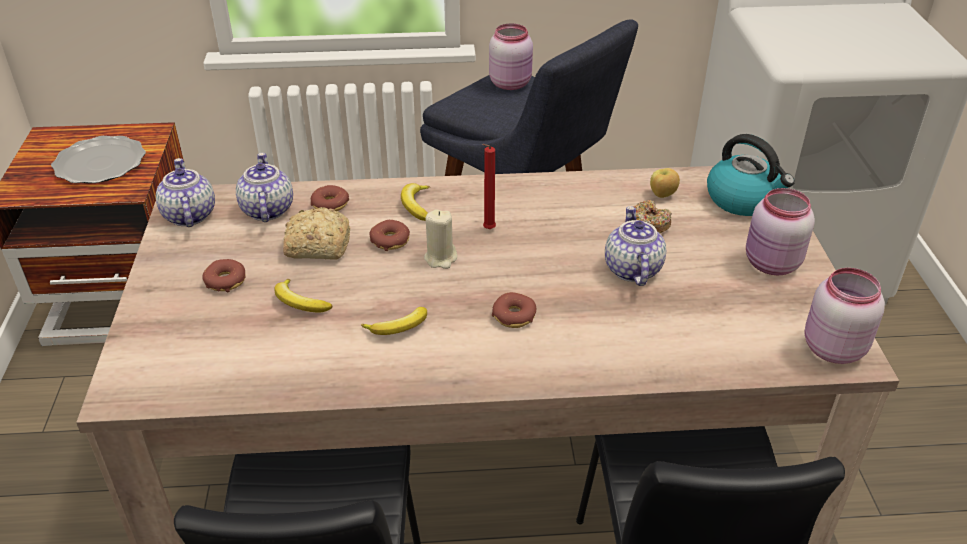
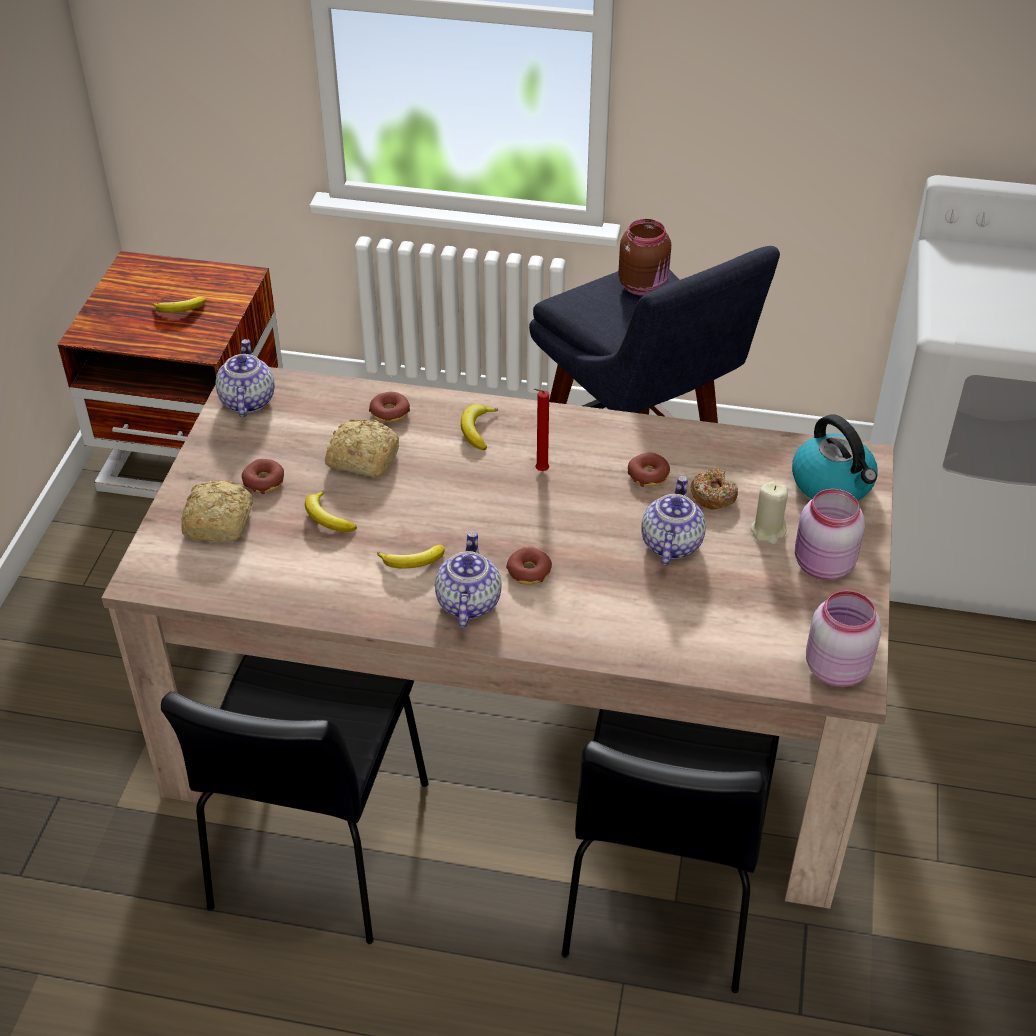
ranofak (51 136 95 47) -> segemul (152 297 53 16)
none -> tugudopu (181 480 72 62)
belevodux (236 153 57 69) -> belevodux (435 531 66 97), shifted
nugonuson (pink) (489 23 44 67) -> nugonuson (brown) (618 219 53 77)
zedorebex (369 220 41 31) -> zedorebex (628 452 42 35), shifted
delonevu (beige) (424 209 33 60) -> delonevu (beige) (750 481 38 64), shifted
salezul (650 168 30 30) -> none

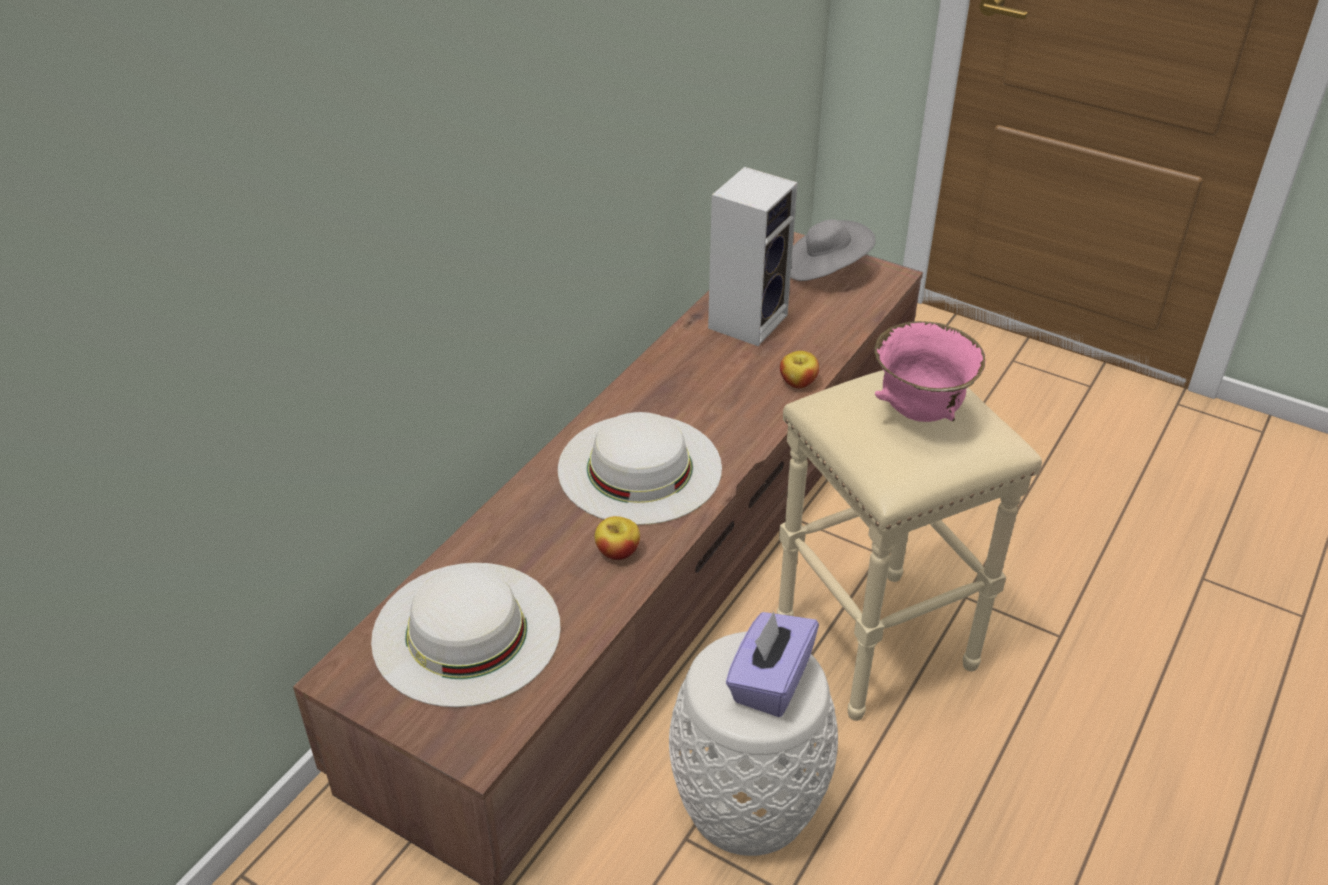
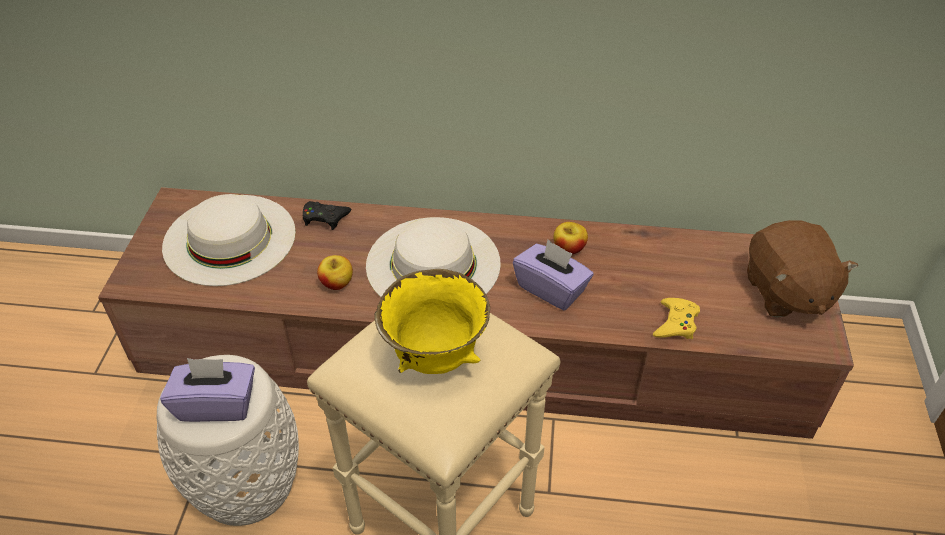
none -> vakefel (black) (303 201 48 29)
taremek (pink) (874 321 111 101) -> taremek (yellow) (374 269 116 105)
none -> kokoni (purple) (513 240 80 70)
salezul (780 351 39 37) -> salezul (553 222 35 32), shifted
none -> vakefel (yellow) (653 298 47 41)
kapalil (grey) (791 219 85 62) -> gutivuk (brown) (747 220 111 98)
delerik (708 167 90 179) -> none

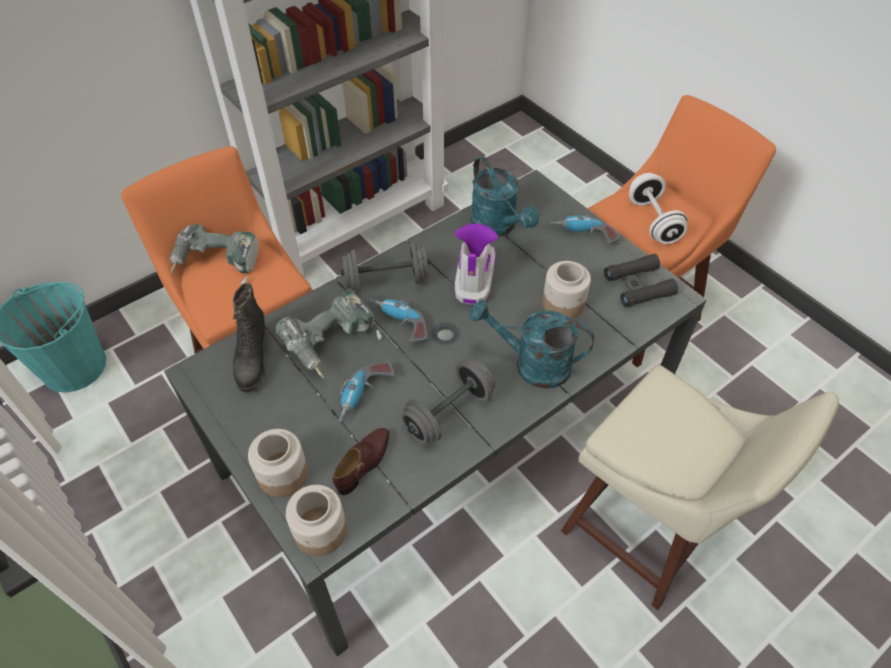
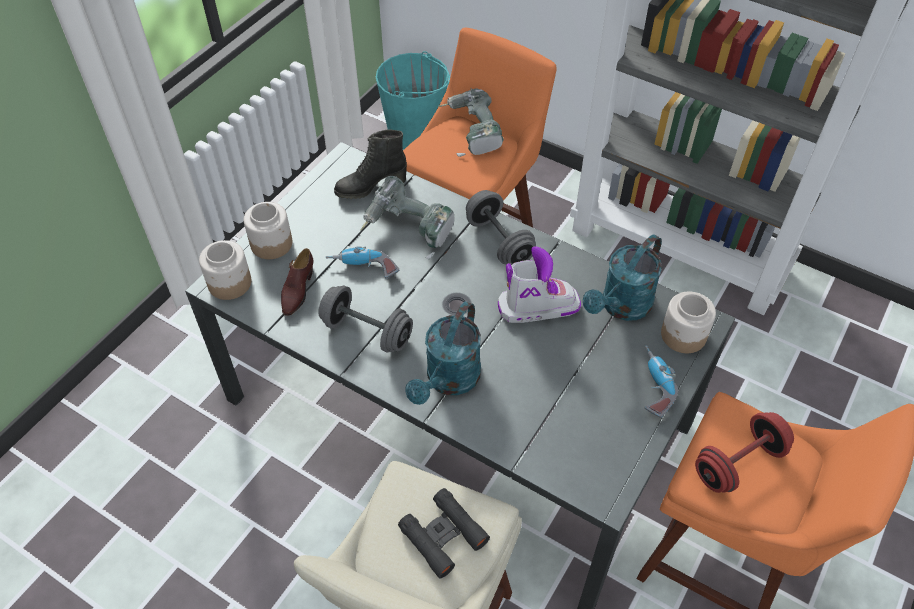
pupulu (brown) (333 428 57 67) -> pupulu (brown) (281 248 32 67), 90 degrees clockwise
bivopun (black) (604 254 74 53) -> bivopun (black) (398 488 92 90), shifted
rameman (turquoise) (470 299 124 90) -> rameman (turquoise) (405 301 76 104), 150 degrees counterclockwise
nugonuson (542 261 49 58) -> nugonuson (661 292 55 61), shifted
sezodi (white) (629 173 59 71) -> sezodi (red) (695 412 99 81)
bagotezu (369 299 58 43) -> none

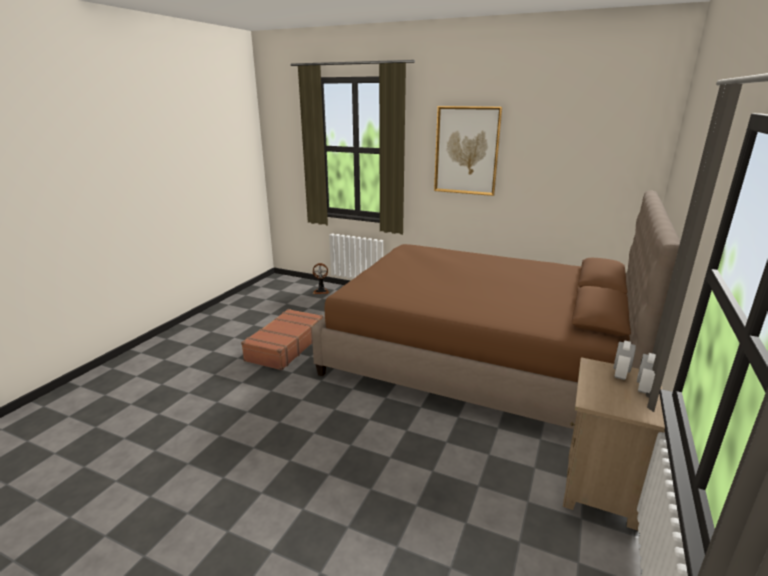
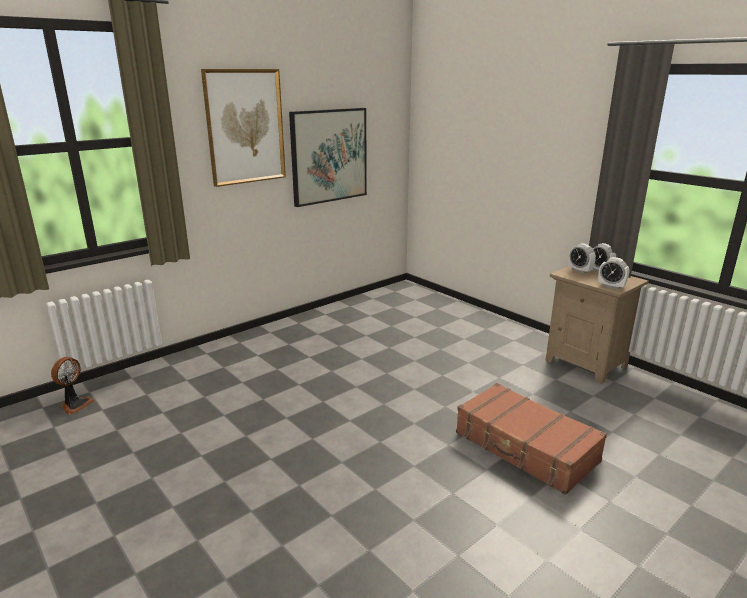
none -> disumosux (289 108 78 99)
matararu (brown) (241 309 82 61) -> matararu (brown) (456 383 151 112), shifted
none -> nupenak (598 257 31 32)
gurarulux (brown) (312 190 368 239) -> none

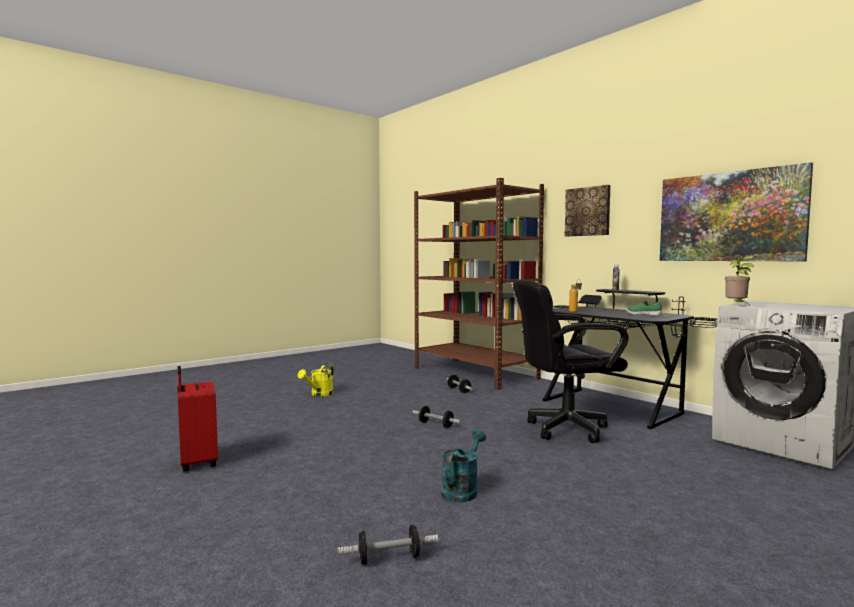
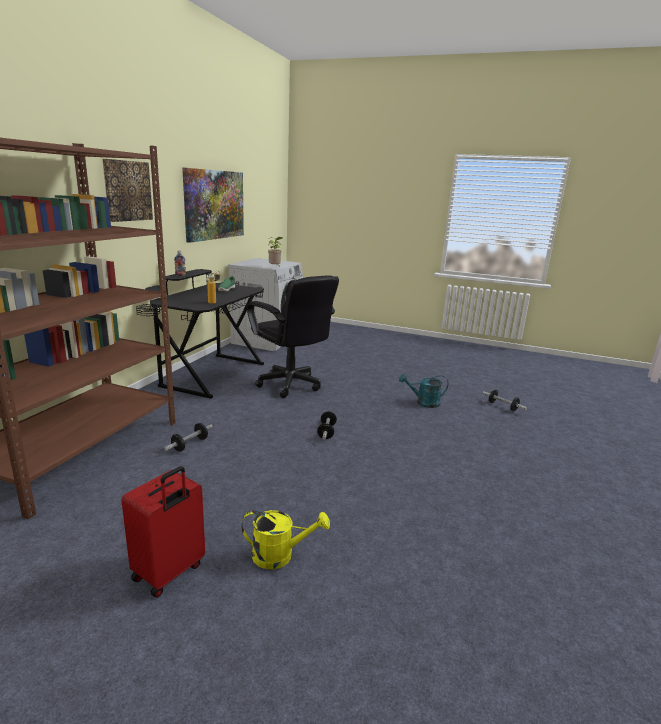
matararu (red) (177 366 41 106) -> matararu (red) (121 466 84 132), shifted

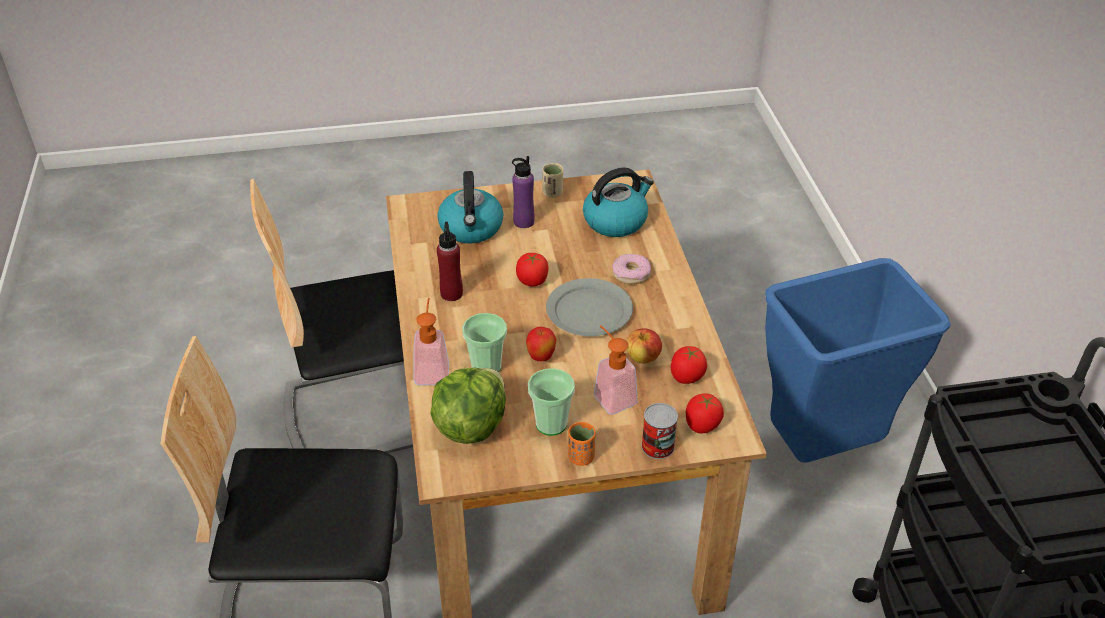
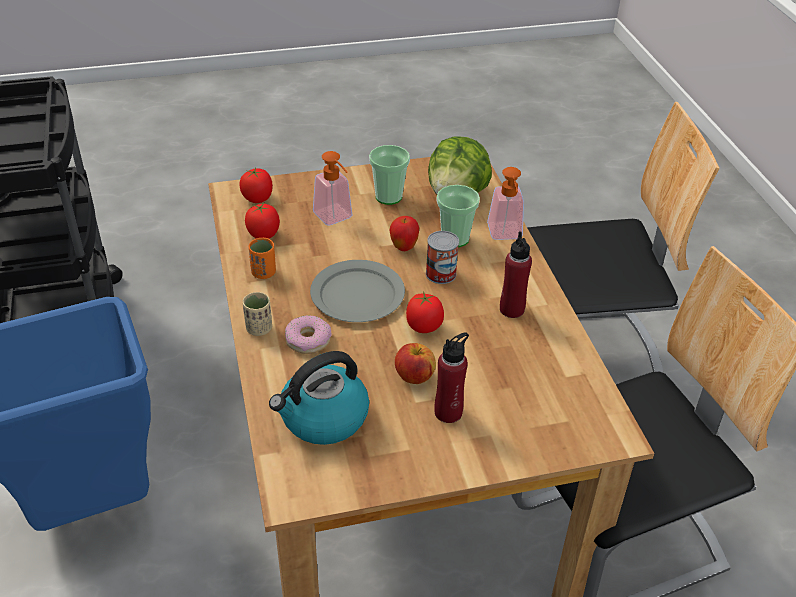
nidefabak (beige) (542 163 21 35) -> nidefabak (beige) (243 292 29 44), shifted
nidefabak (orange) (568 422 28 44) -> nidefabak (orange) (249 238 27 41), shifted
salezul (626 328 36 36) -> salezul (395 343 41 41), shifted
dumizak (641 403 37 56) -> dumizak (426 231 33 53), shifted
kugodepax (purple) (512 156 23 72) -> kugodepax (red) (435 332 34 91)
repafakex (437 171 66 73) -> none

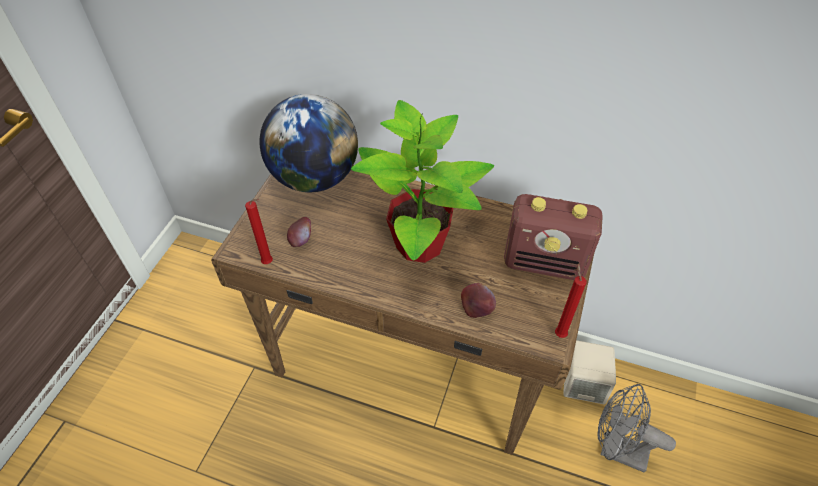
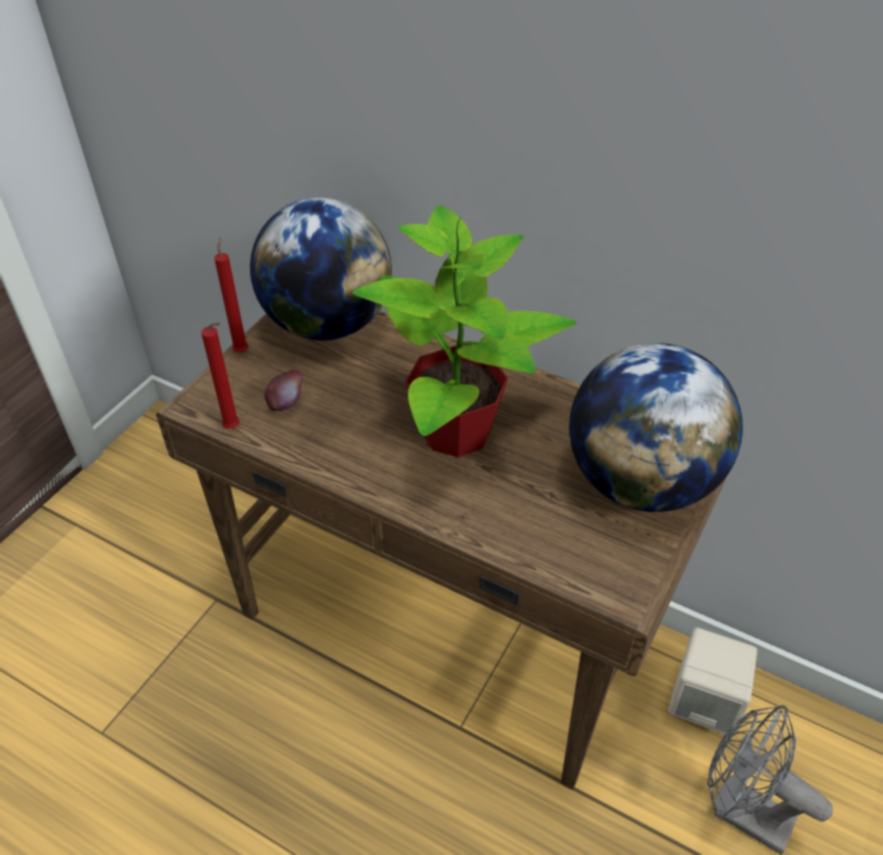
delonevu (red) (555 264 32 74) -> delonevu (red) (214 236 34 116), shifted
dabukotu (504 194 98 86) -> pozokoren (569 343 174 169)
salezul (461 283 35 35) -> none

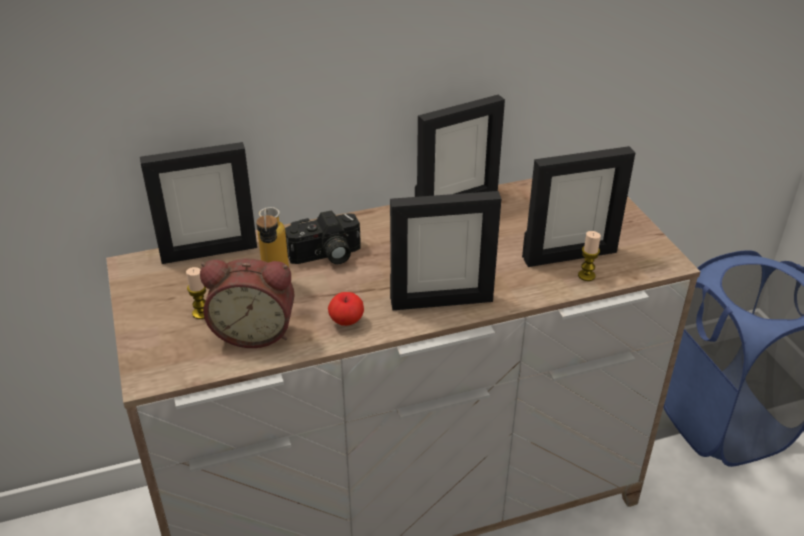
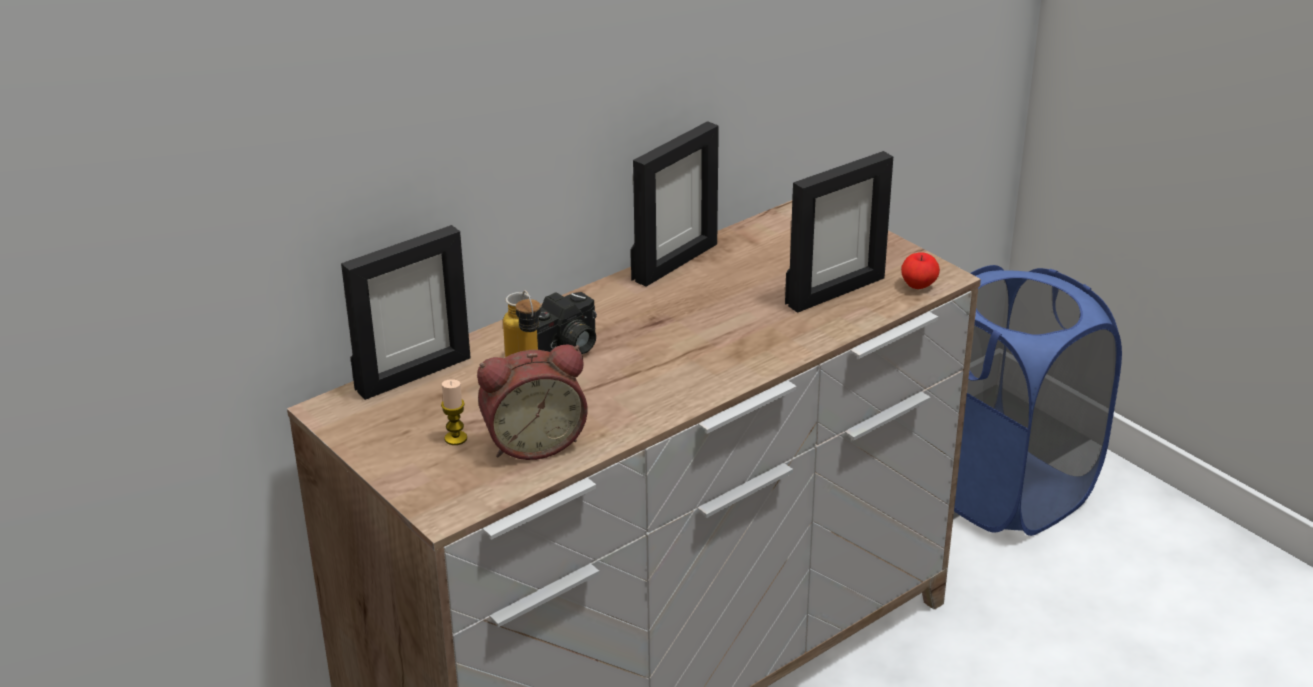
salezul (328 292 36 34) -> salezul (901 252 39 37), shifted
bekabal (390 191 111 119) -> none
delonevu (578 231 23 50) -> none

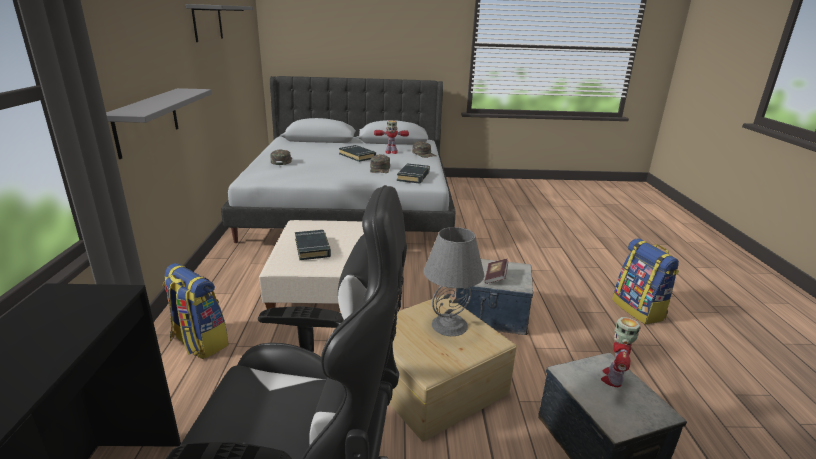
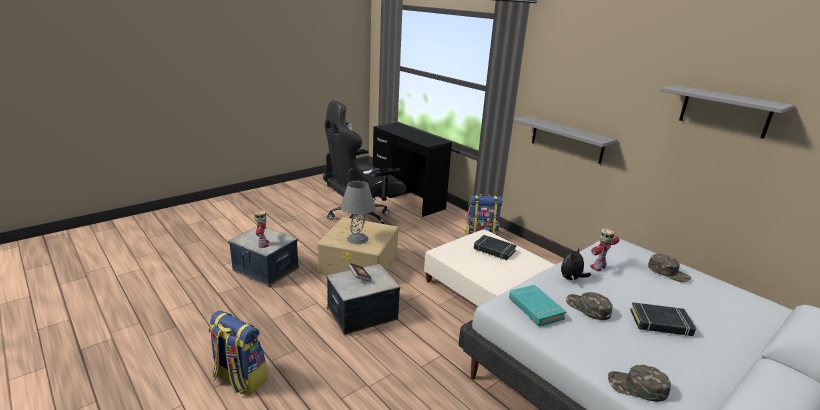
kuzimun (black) (397 163 33 21) -> kuzimun (turquoise) (509 285 57 42)
none -> gutivuk (561 247 30 33)
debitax (374 120 35 34) -> debitax (590 228 30 43), shifted

